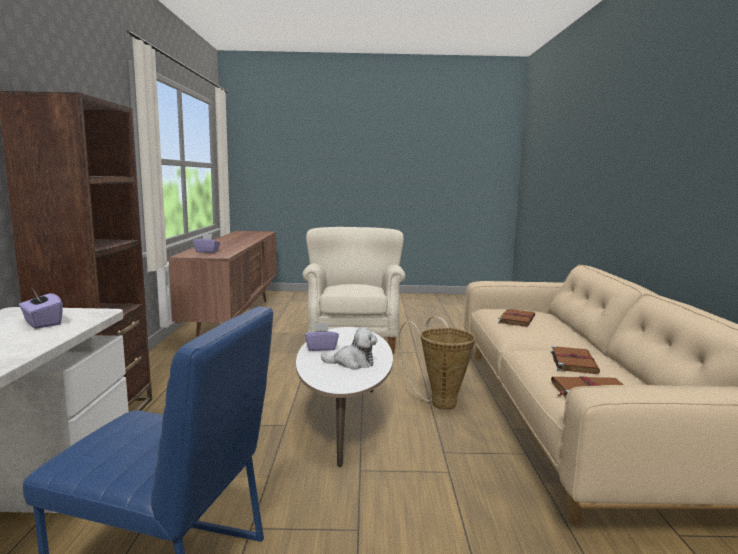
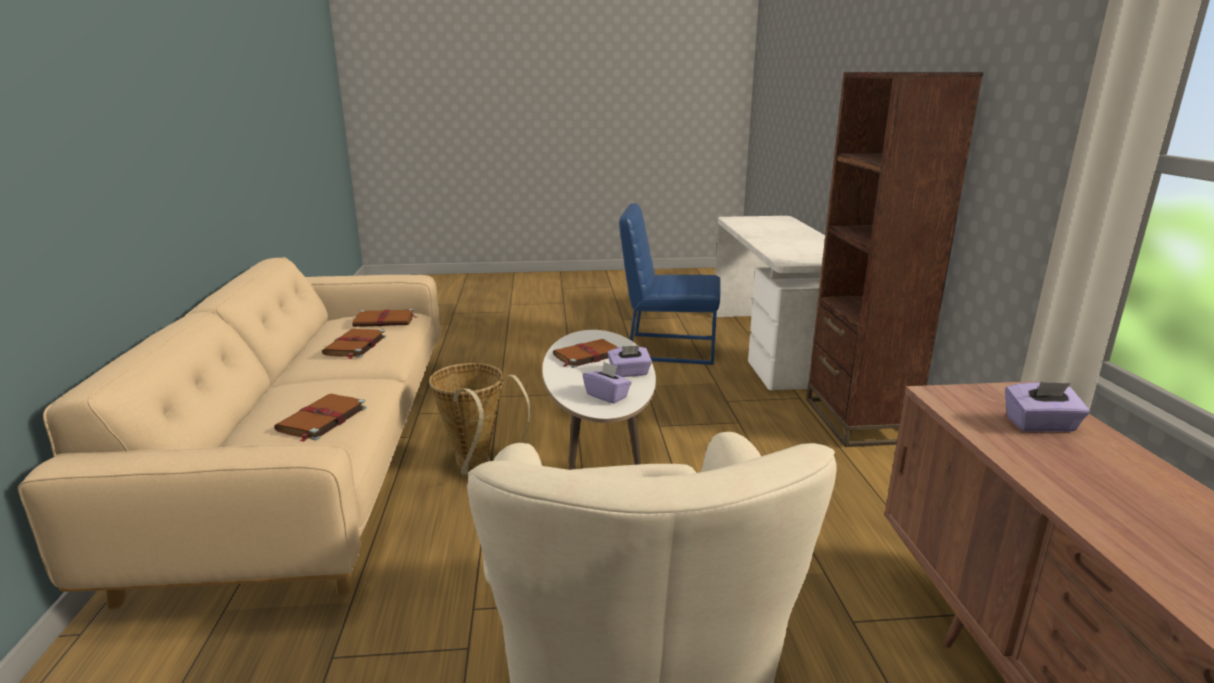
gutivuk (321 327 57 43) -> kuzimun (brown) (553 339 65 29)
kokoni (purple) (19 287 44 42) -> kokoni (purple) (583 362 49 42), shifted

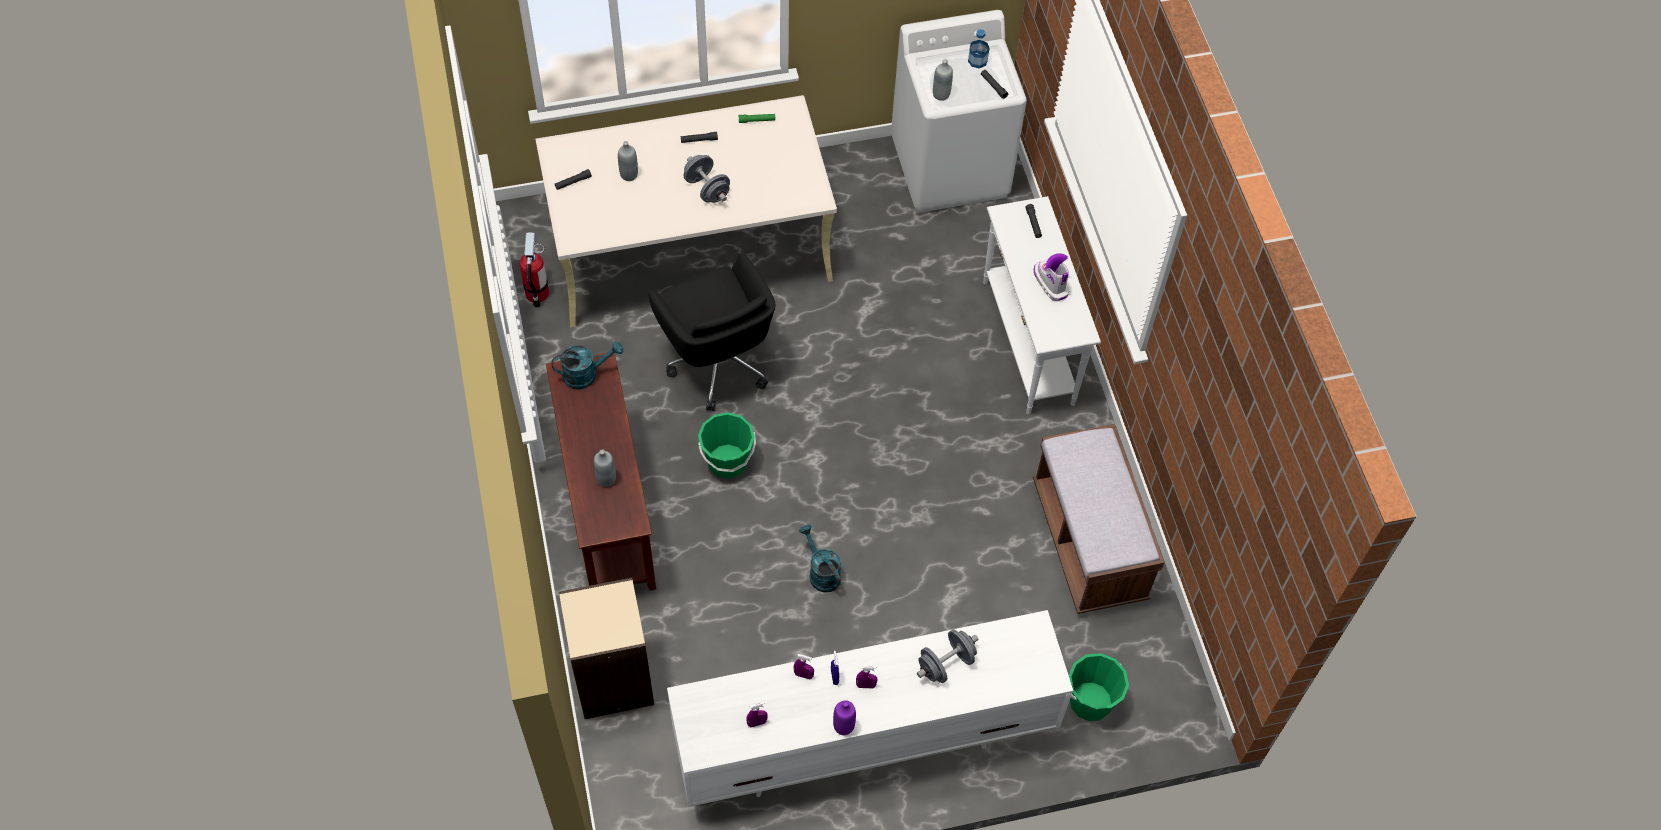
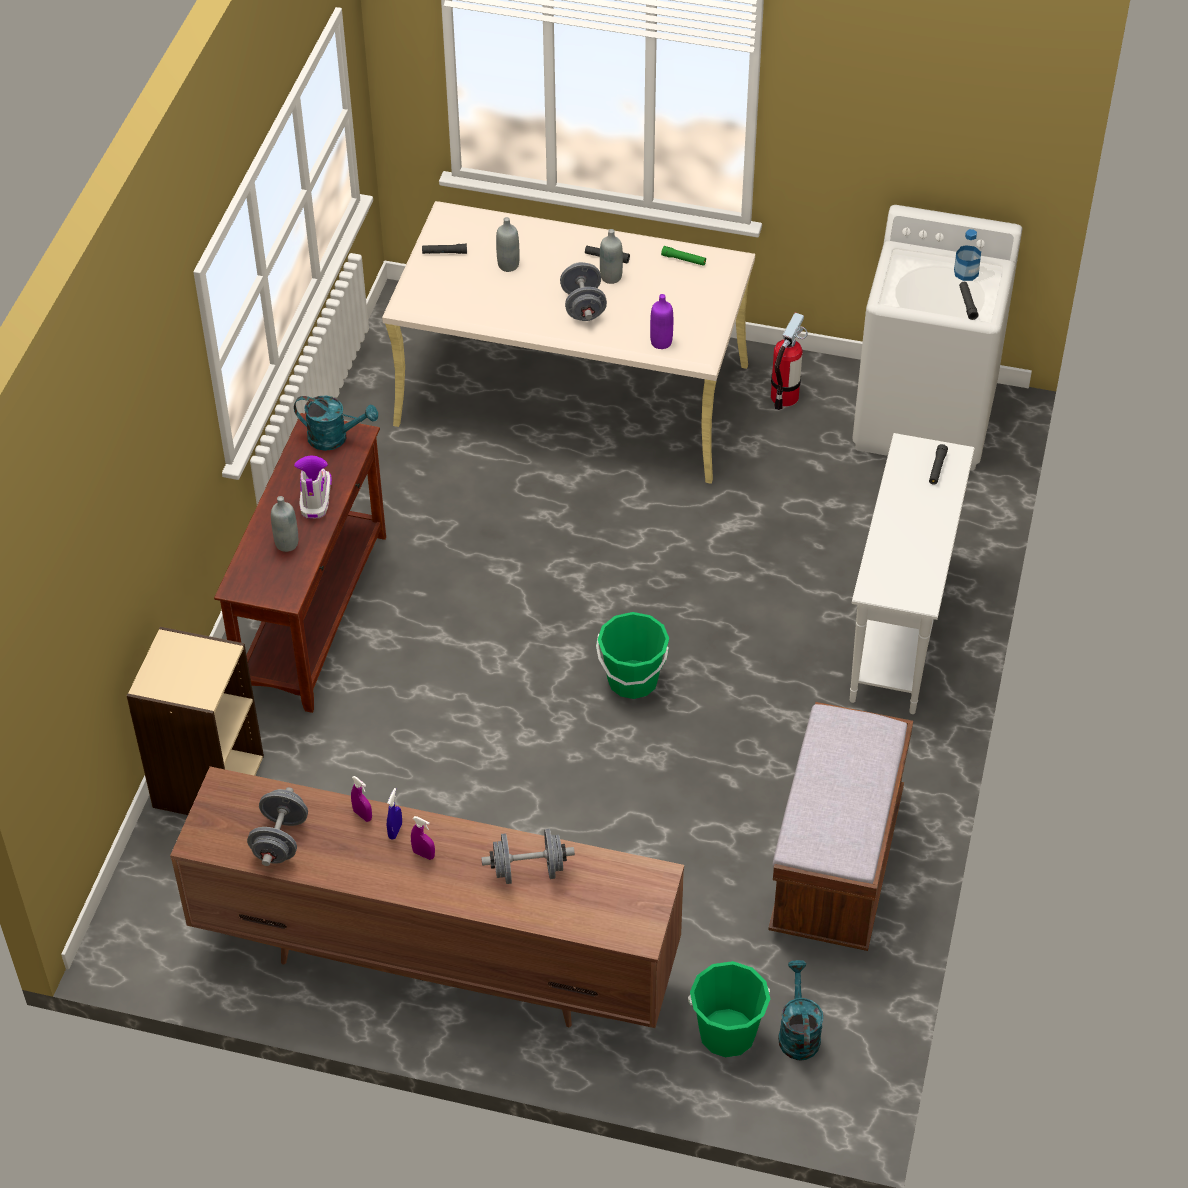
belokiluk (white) (667 610 406 197) -> belokiluk (brown) (170 766 514 262)
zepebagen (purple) (746 702 22 25) -> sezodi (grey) (247 787 61 79)
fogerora (1034 254 35 47) -> fogerora (294 455 38 64), shifted
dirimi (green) (698 412 58 67) -> dirimi (green) (596 612 73 87), shifted
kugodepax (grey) (933 59 20 42) -> kugodepax (grey) (600 229 23 55), shifted
kugodepax (purple) (833 700 23 35) -> kugodepax (purple) (650 294 23 55), shifted
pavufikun (519 232 30 76) -> pavufikun (771 312 37 98), shifted
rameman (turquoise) (799 524 42 69) -> rameman (turquoise) (778 960 46 100), shifted
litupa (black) (648 253 127 158) -> none

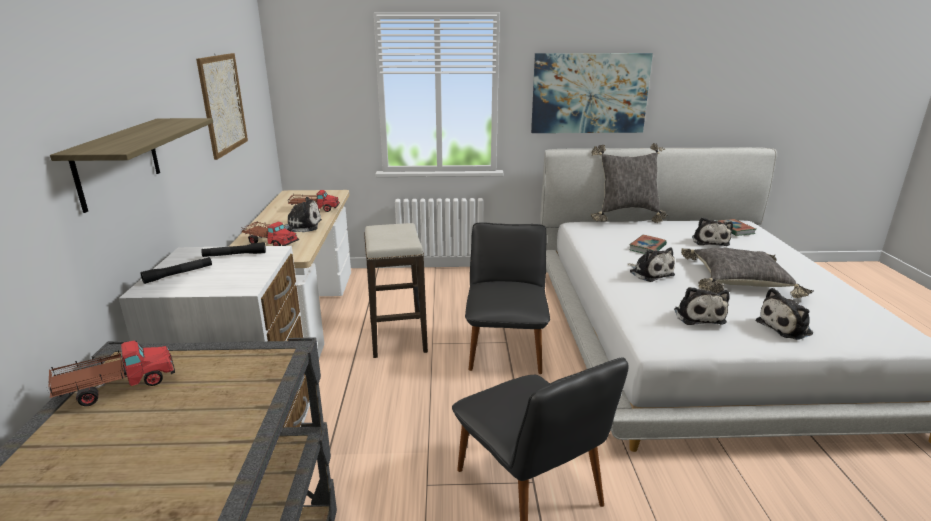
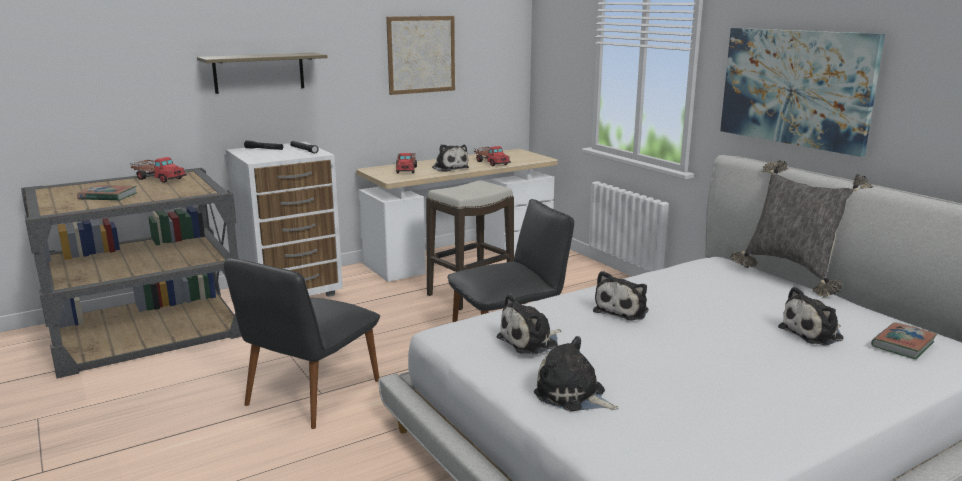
kuzimun (629 235 38 19) -> kuzimun (77 185 60 16), shifted
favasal (681 248 133 51) -> none

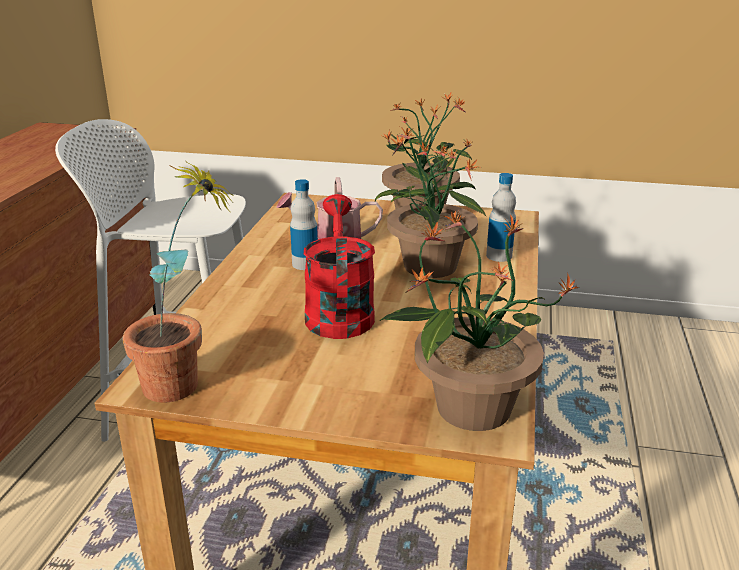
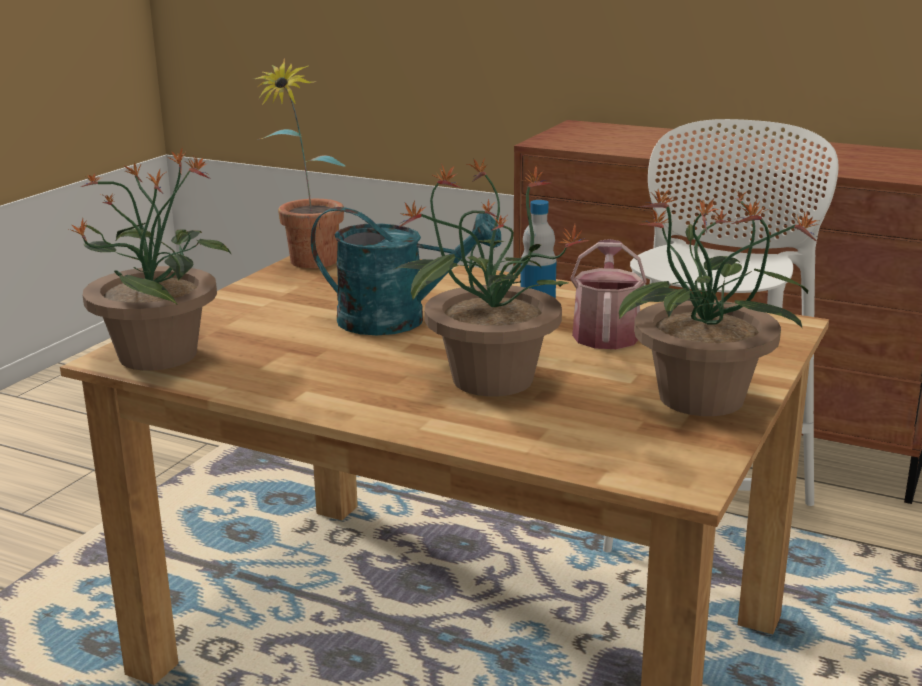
rameman (red) (304 194 71 145) -> rameman (turquoise) (311 207 190 128)
kugodepax (486 173 30 89) -> none

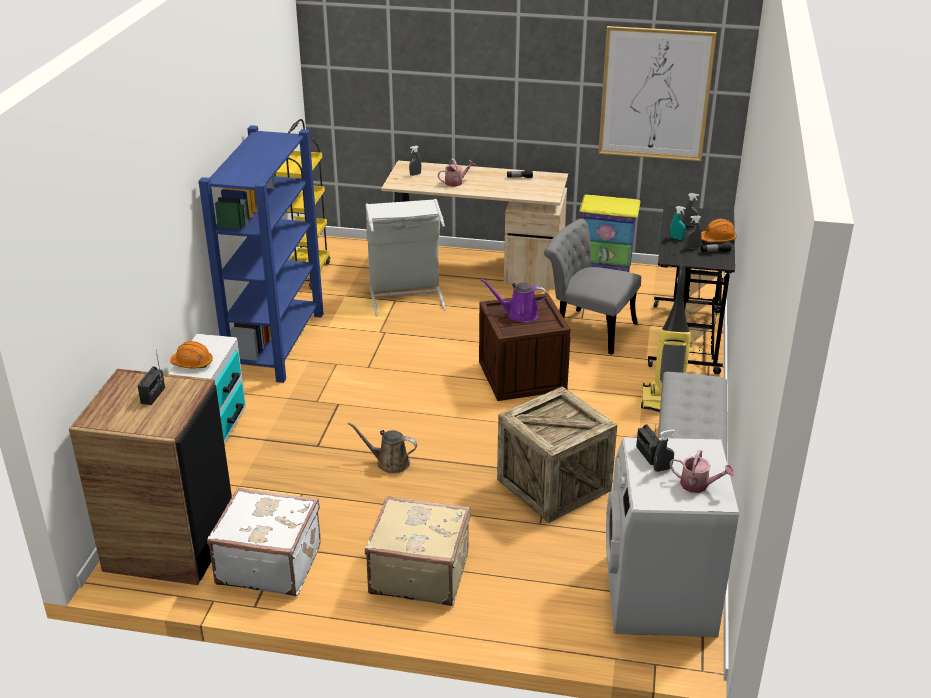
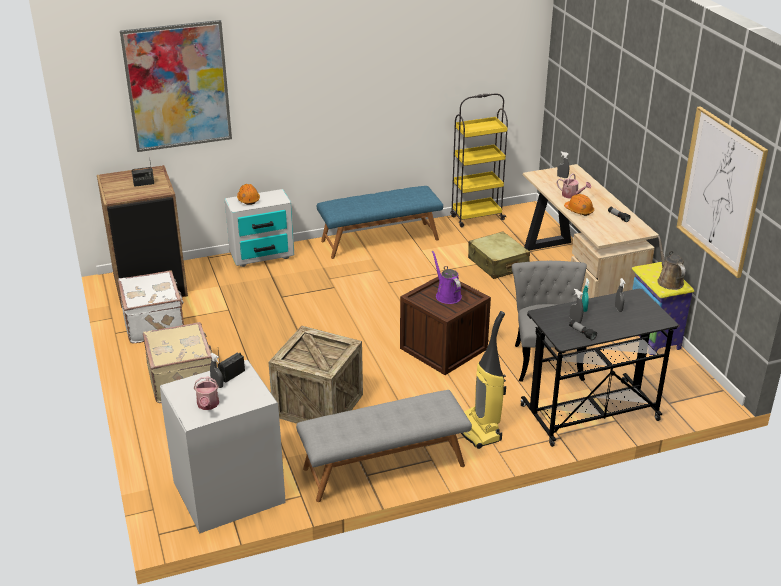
none -> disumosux (120 20 112 132)
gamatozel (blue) (198 125 126 258) -> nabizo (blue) (317 186 126 73)
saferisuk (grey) (365 199 81 117) -> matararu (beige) (468 232 62 47)
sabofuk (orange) (701 219 36 23) -> sabofuk (orange) (564 194 30 22), shifted
rameman (brown) (348 422 69 52) -> rameman (brown) (657 235 29 55), shifted

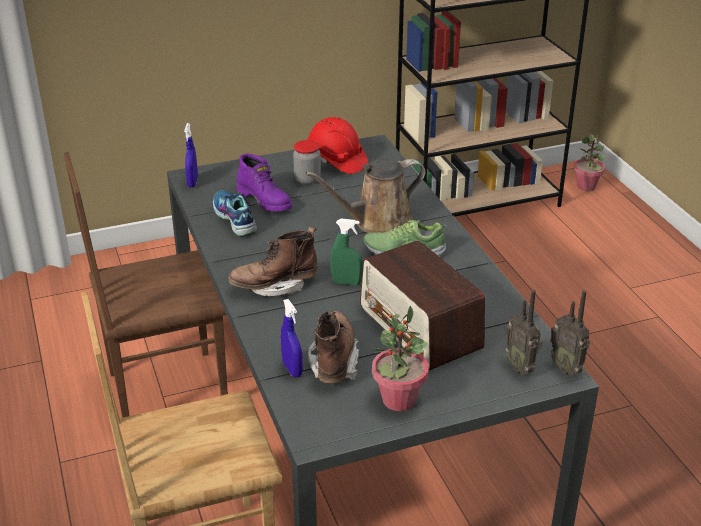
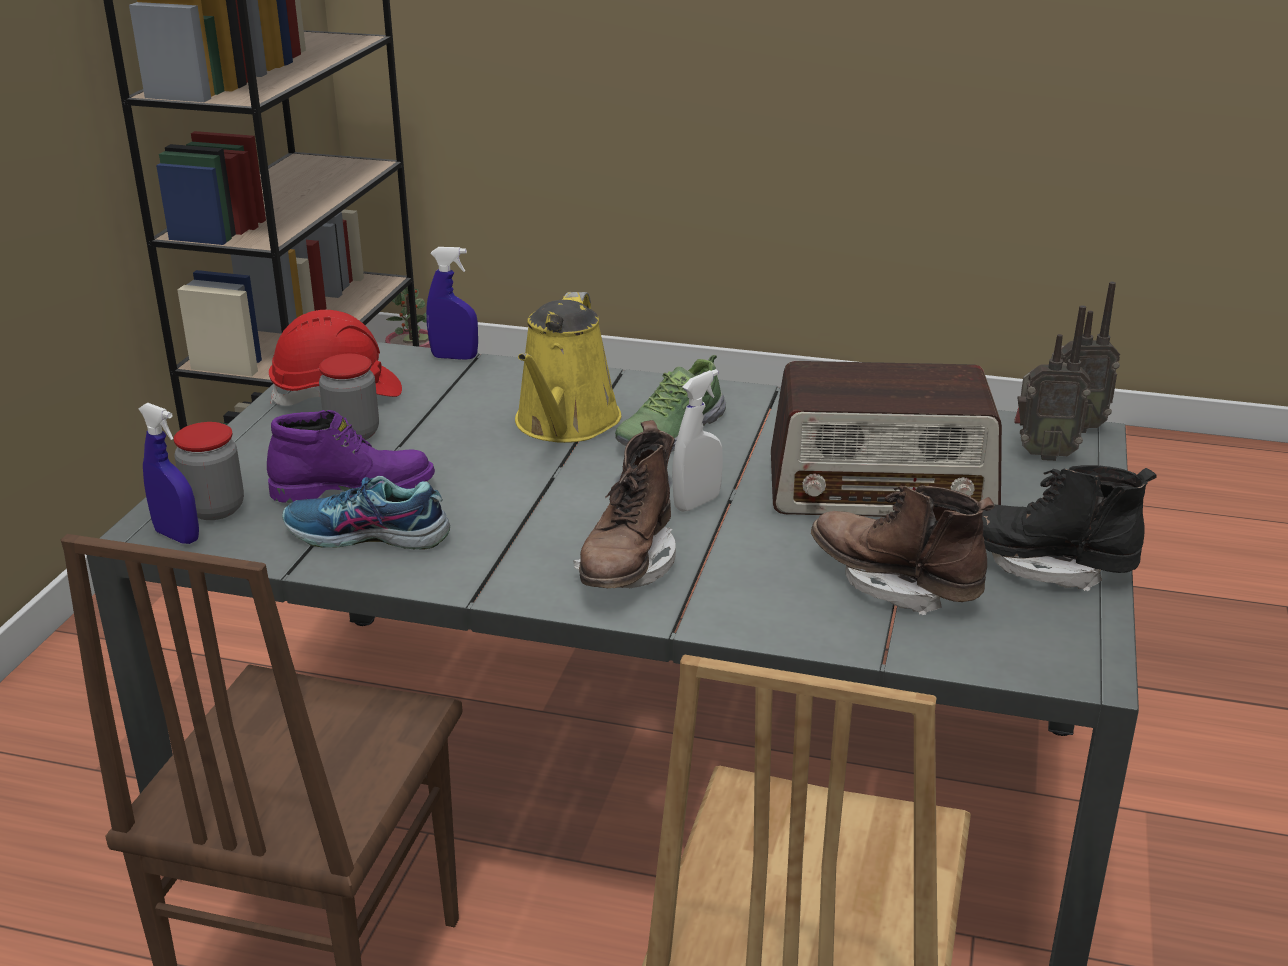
none -> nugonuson (174 422 70 98)
zepebagen (blue) (281 299 22 78) -> zepebagen (blue) (426 247 52 113), shifted
rameman (brown) (305 159 121 74) -> rameman (yellow) (515 292 106 151)
zepebagen (green) (330 219 33 66) -> zepebagen (white) (672 369 51 143)
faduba (372 306 57 105) -> fogerora (black) (982 465 175 126)

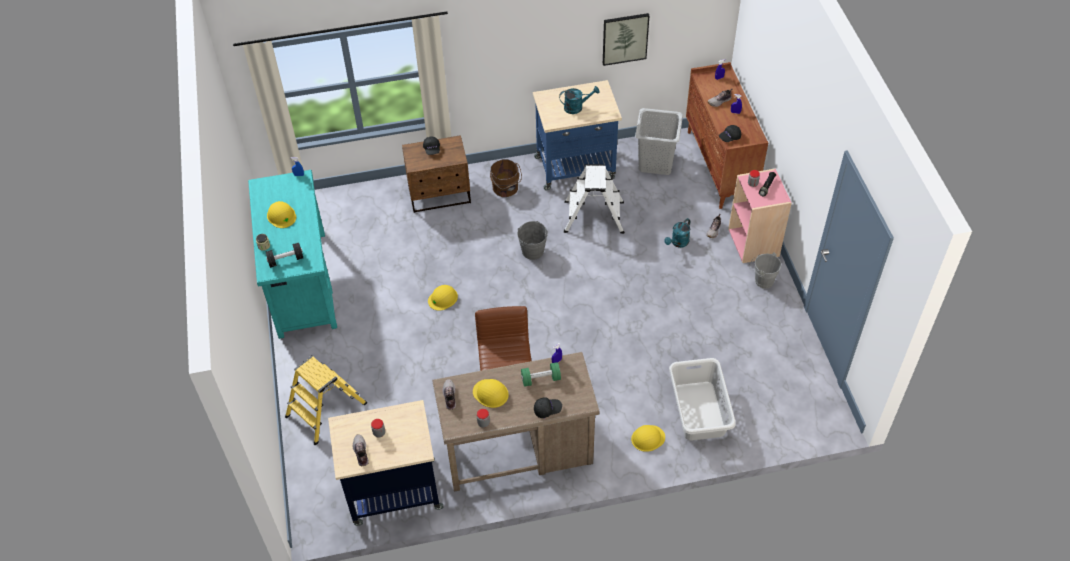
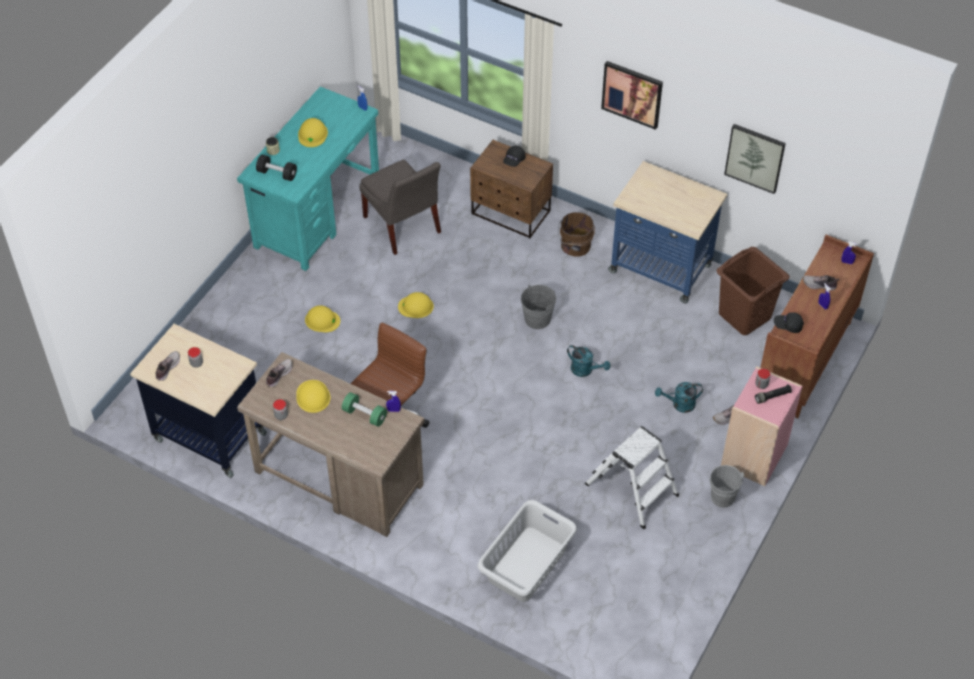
sabofuk (yellow) (631 425 34 27) -> sabofuk (yellow) (305 305 35 27), shifted
none -> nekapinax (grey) (359 160 82 95)
rameman (turquoise) (559 86 40 28) -> rameman (turquoise) (567 345 43 32), shifted
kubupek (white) (564 164 61 70) -> kubupek (white) (585 426 94 103), shifted
none -> disumosux (601 61 62 69)
saferisuk (grey) (635 108 48 67) -> saferisuk (brown) (716 247 74 88)
kubupek (yellow) (285 355 83 90) -> none
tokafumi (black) (534 397 28 21) -> none

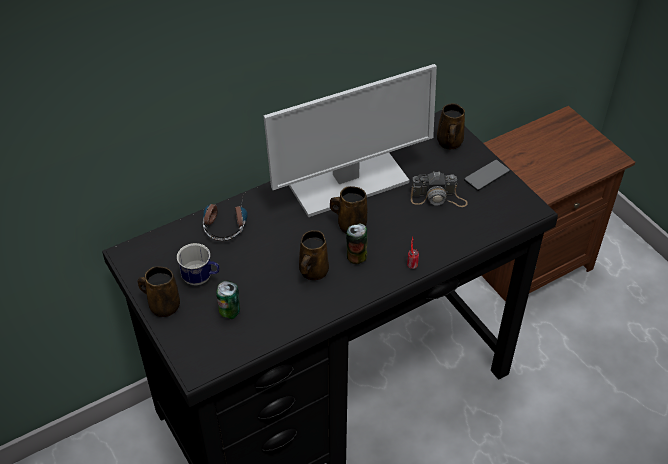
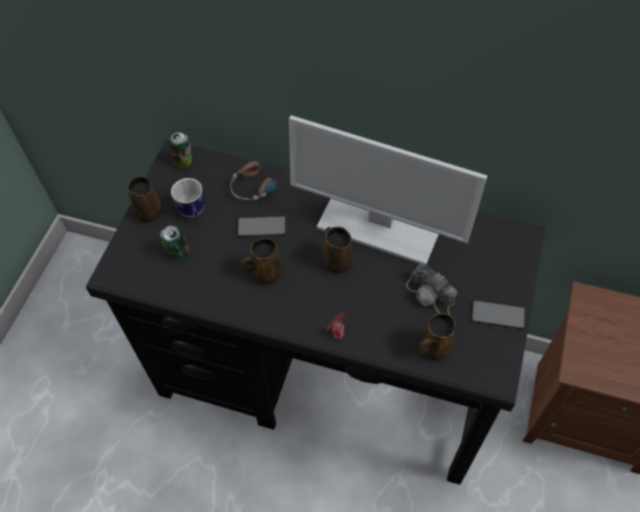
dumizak (346 224 22 40) -> dumizak (169 132 23 37), shifted
none -> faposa (238 216 48 21)
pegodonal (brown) (437 103 28 46) -> pegodonal (brown) (418 313 38 47), shifted

